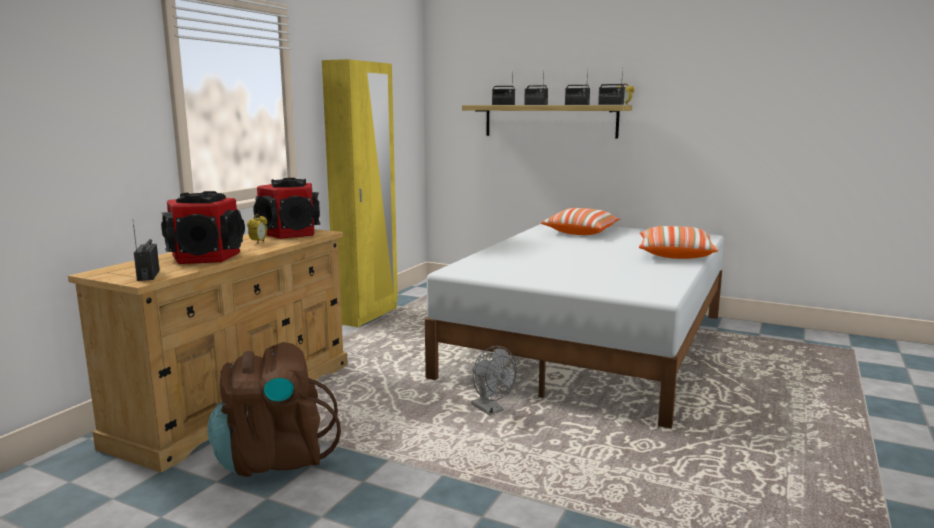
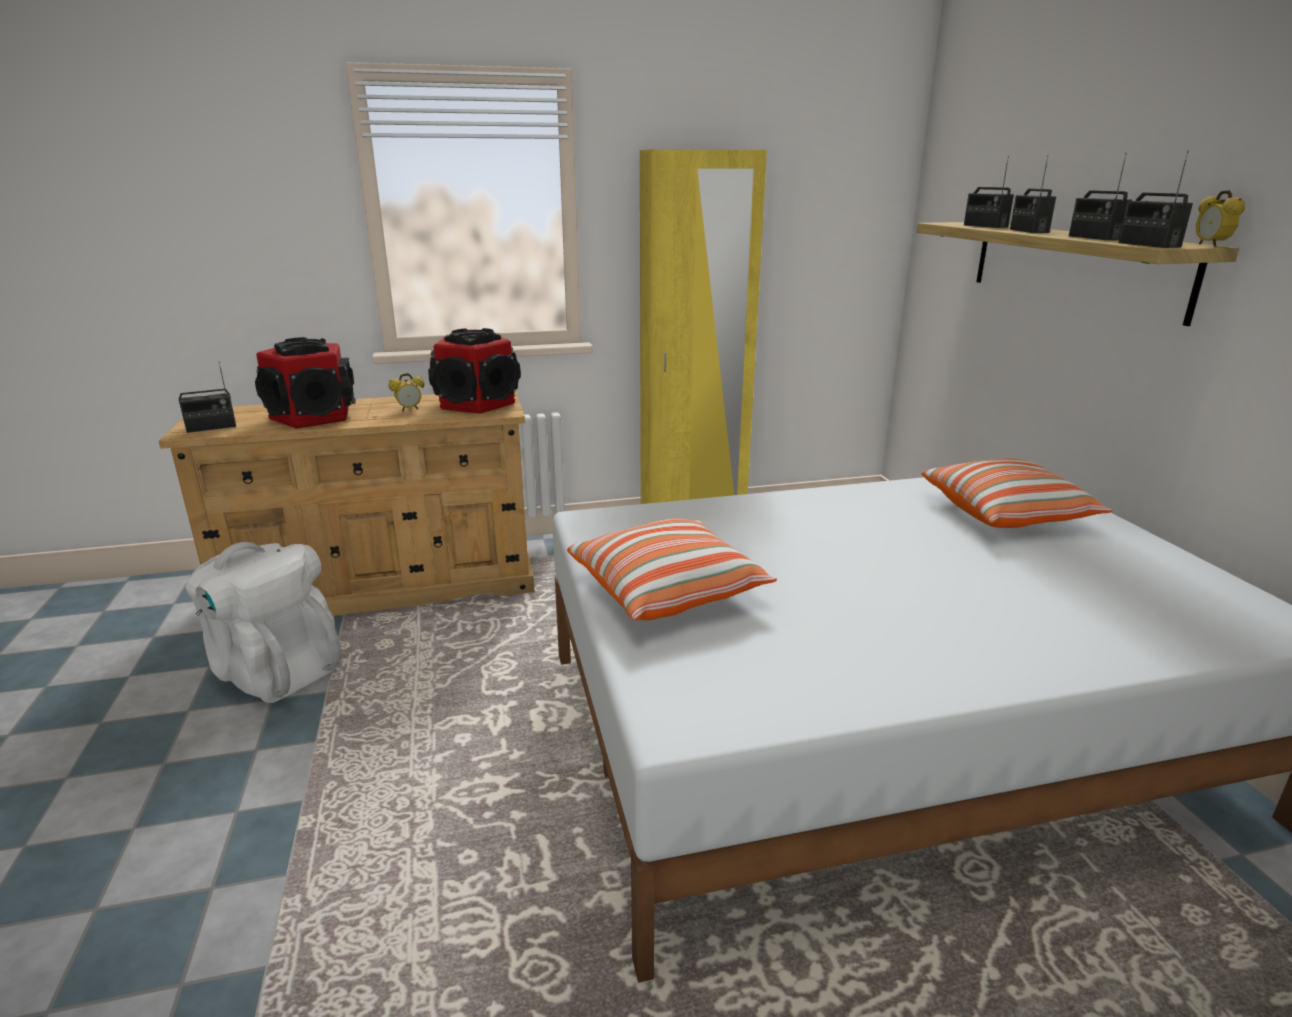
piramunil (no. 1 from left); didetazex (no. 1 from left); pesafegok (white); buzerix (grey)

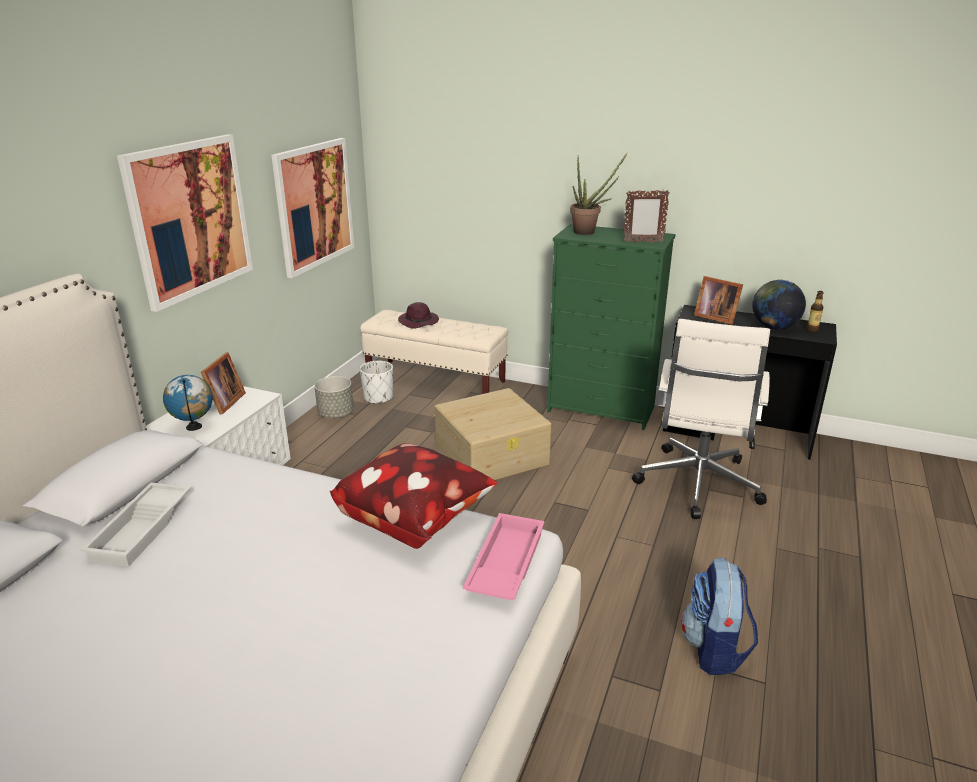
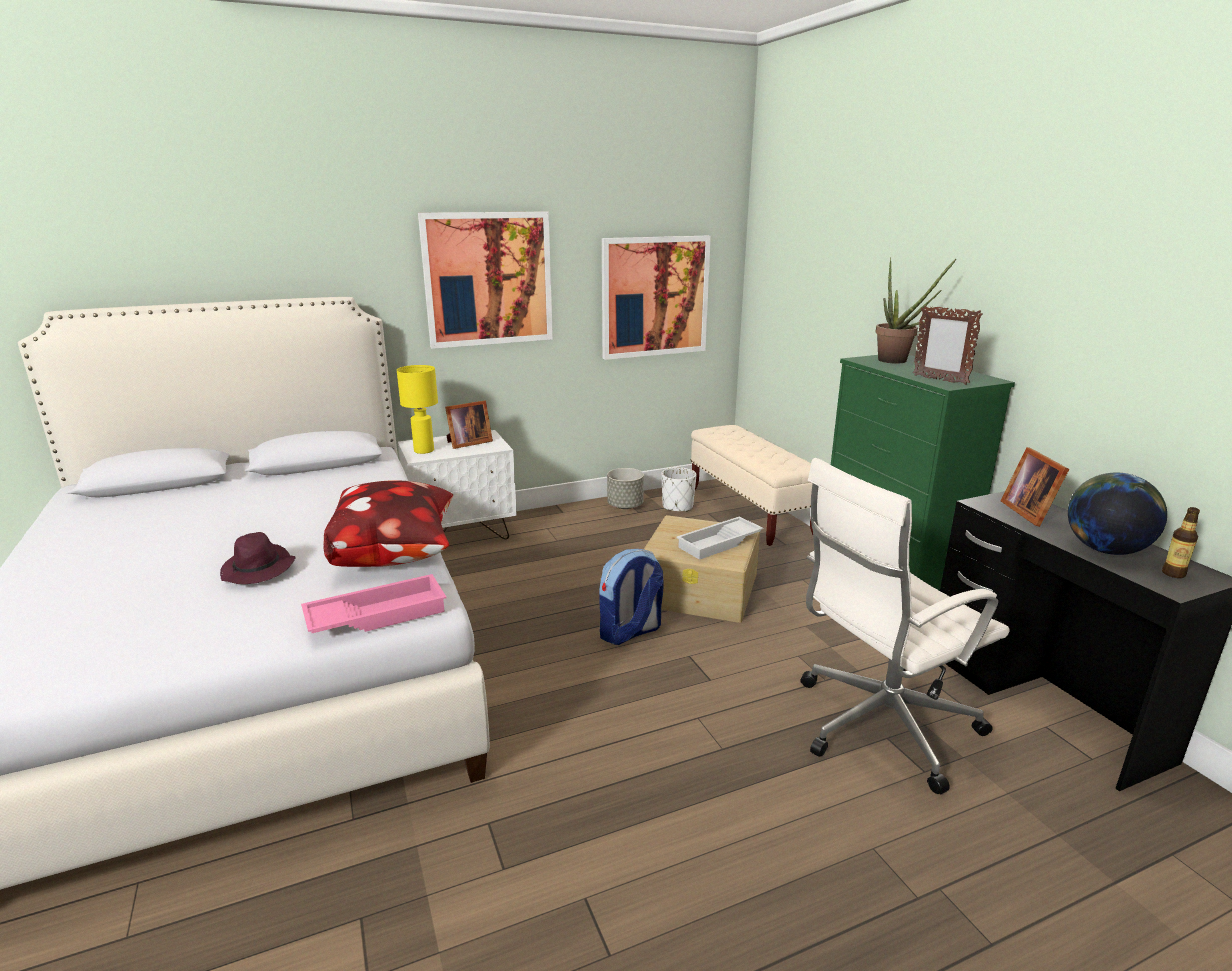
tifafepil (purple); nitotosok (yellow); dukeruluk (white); pesafegok

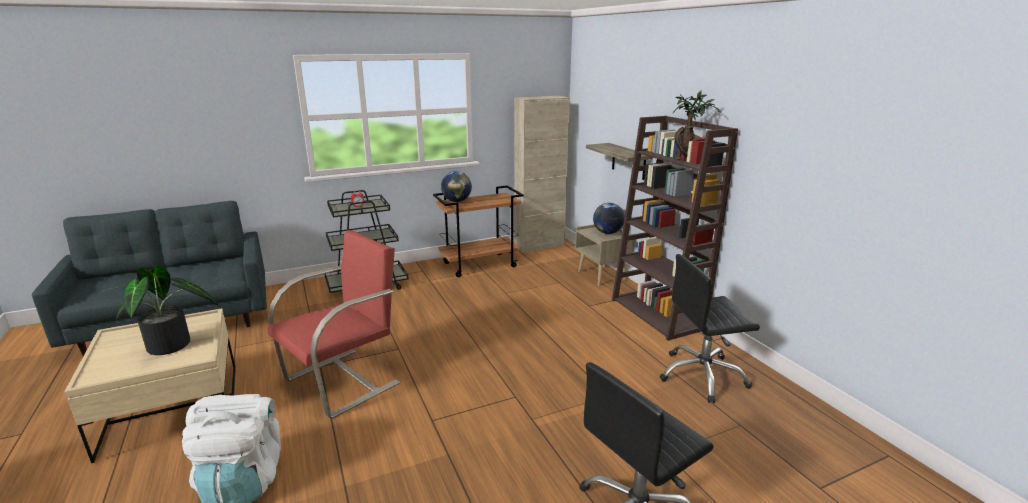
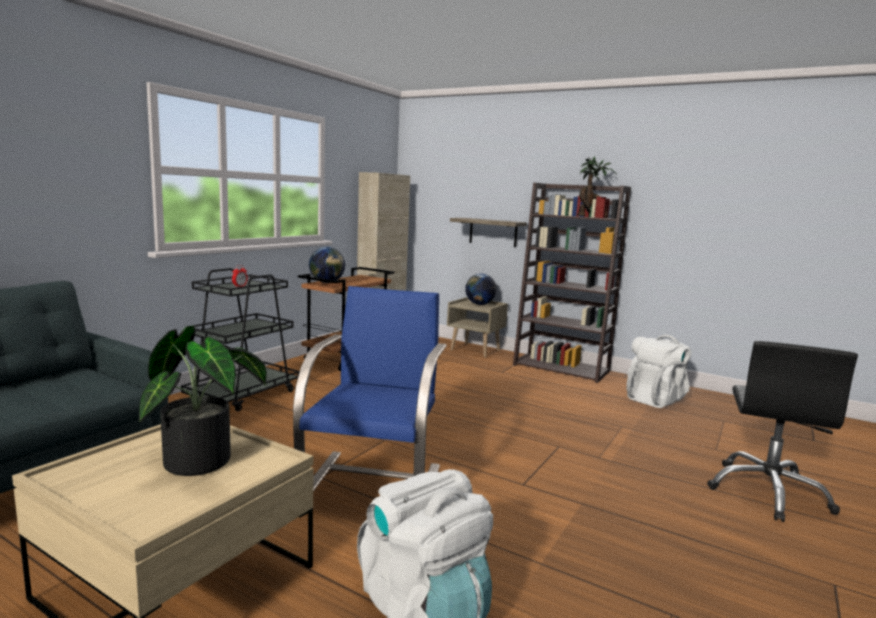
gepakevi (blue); pesafegok (white) (no. 2 from left)

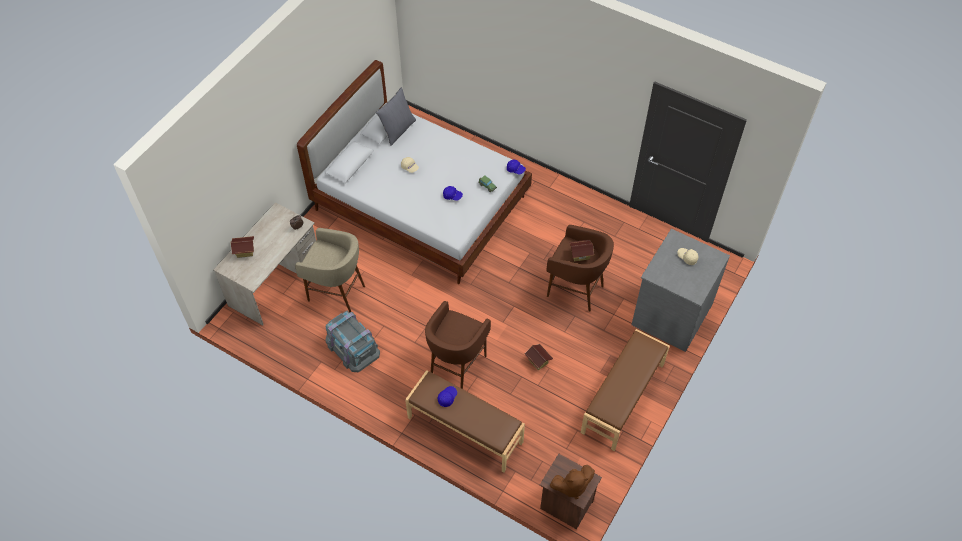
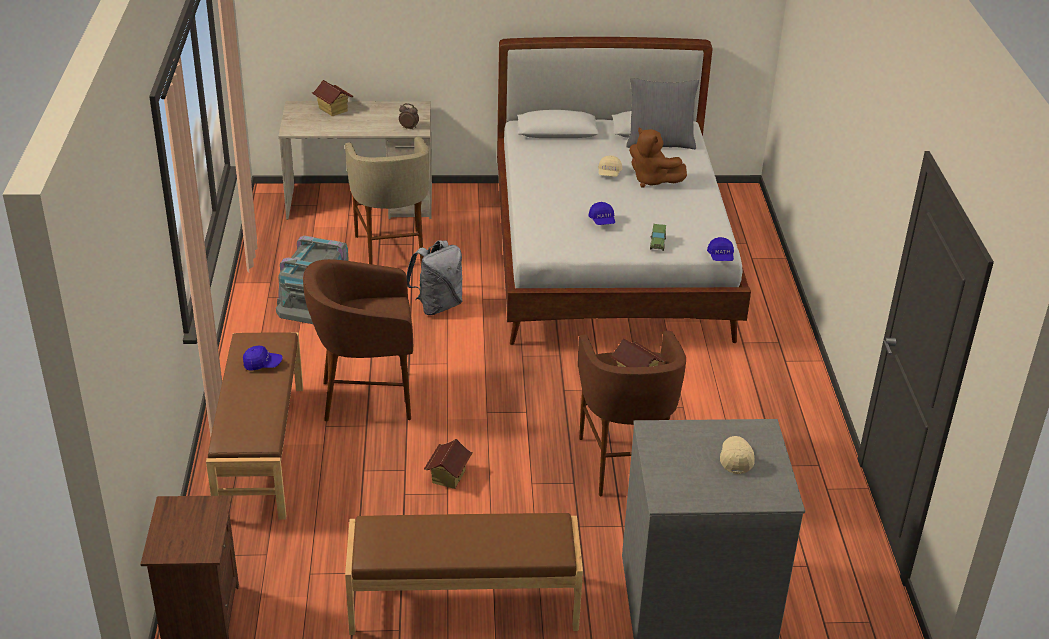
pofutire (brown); pesafegok (grey)

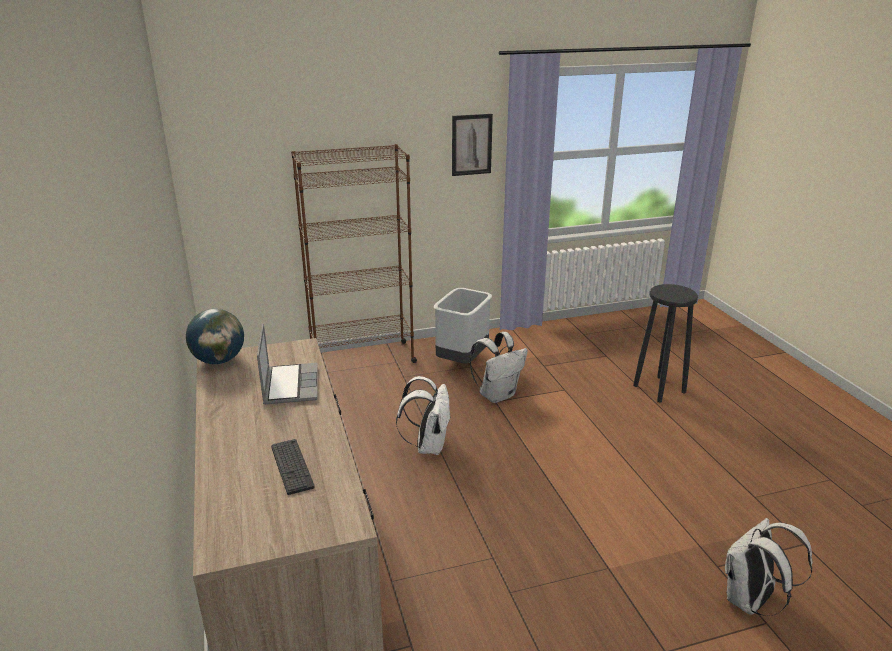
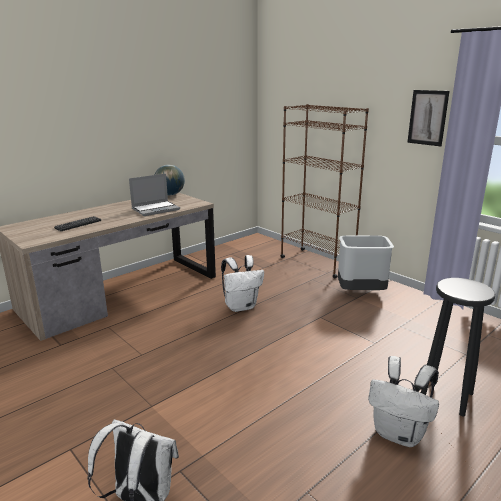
pesafegok (white) (no. 3 from left)

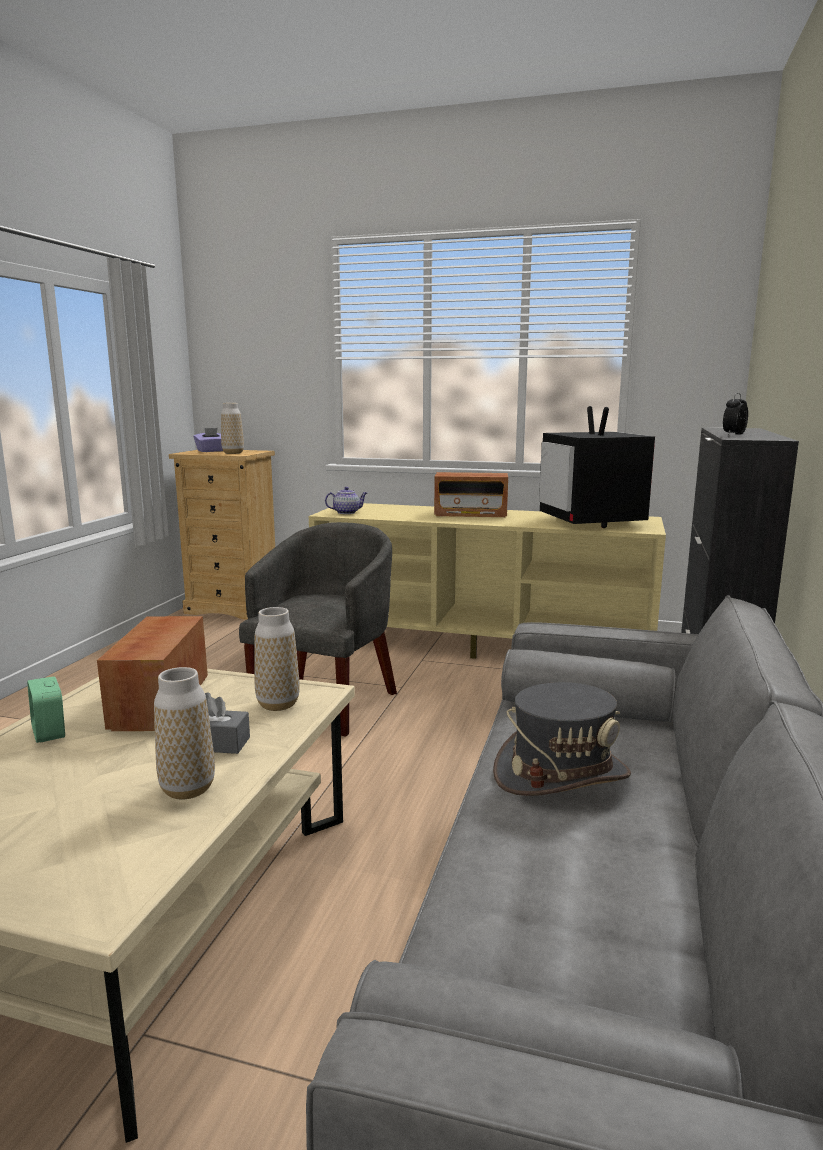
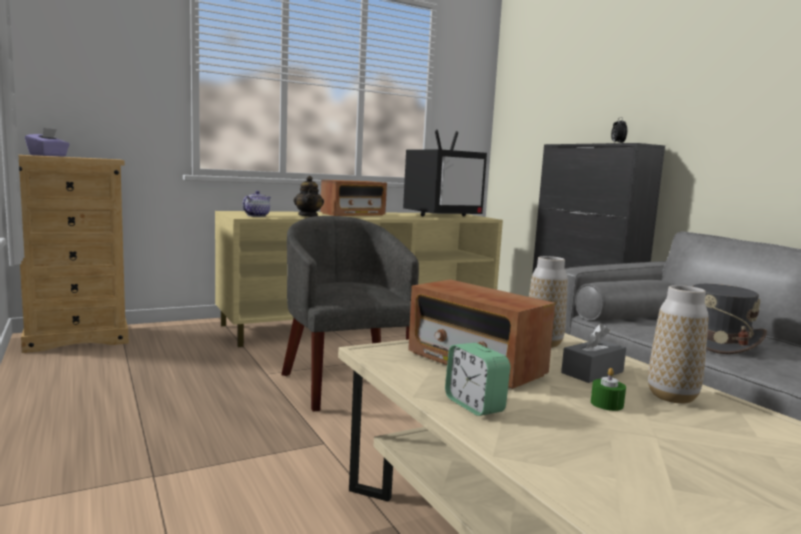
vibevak (no. 2 from left in the first image); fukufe; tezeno (no. 1 from left); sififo (no. 2 from left); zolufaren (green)

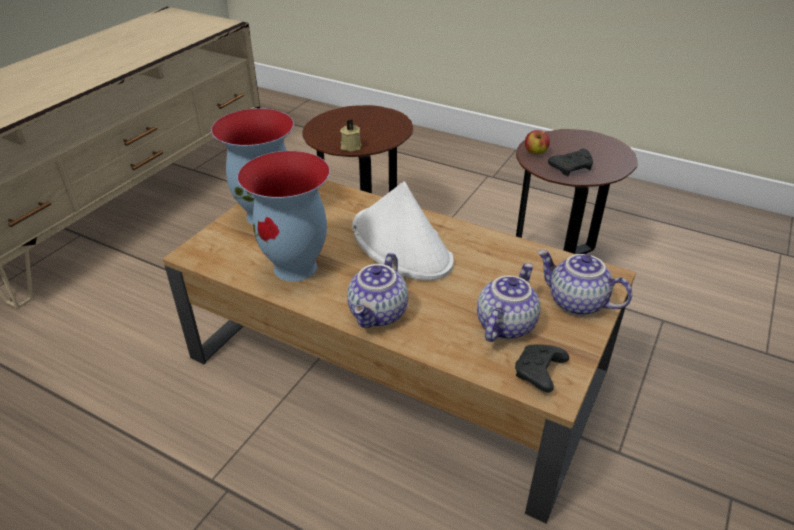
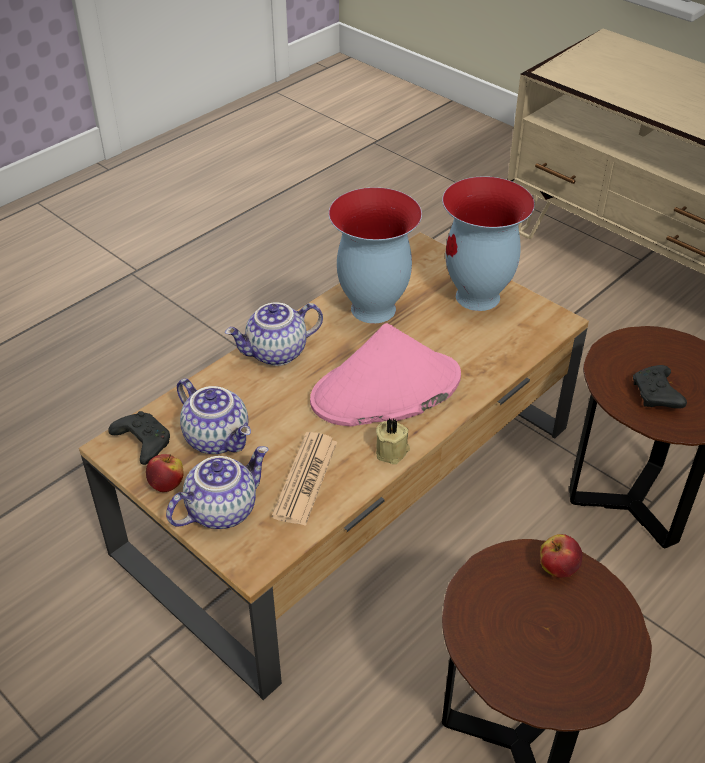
zolufaren (beige); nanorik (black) (no. 2 from left); tifafepil (pink); sififo (no. 3 from left); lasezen; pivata (no. 1 from left)

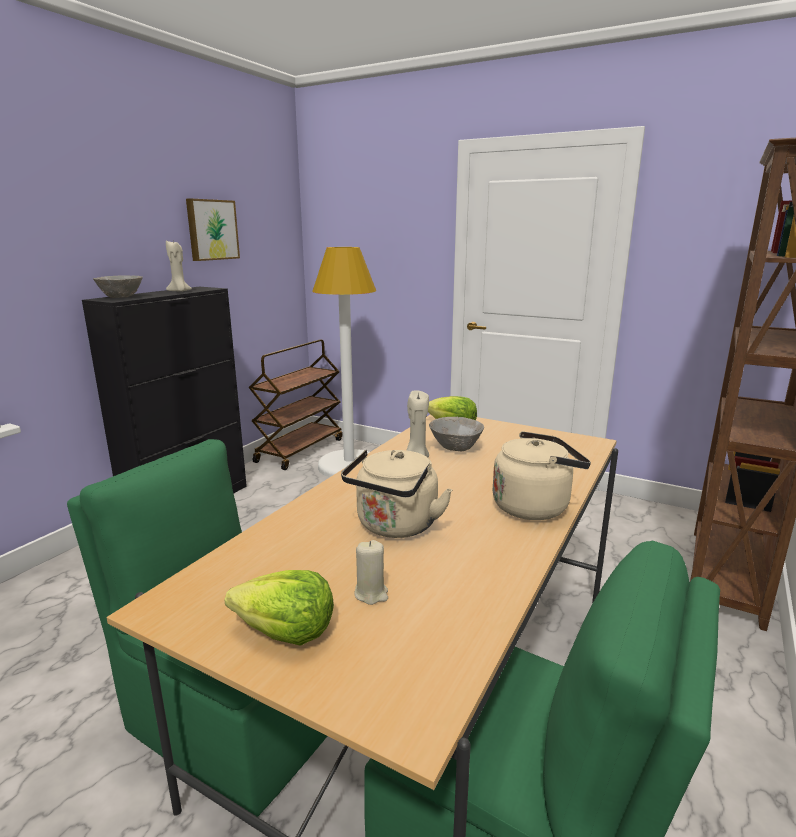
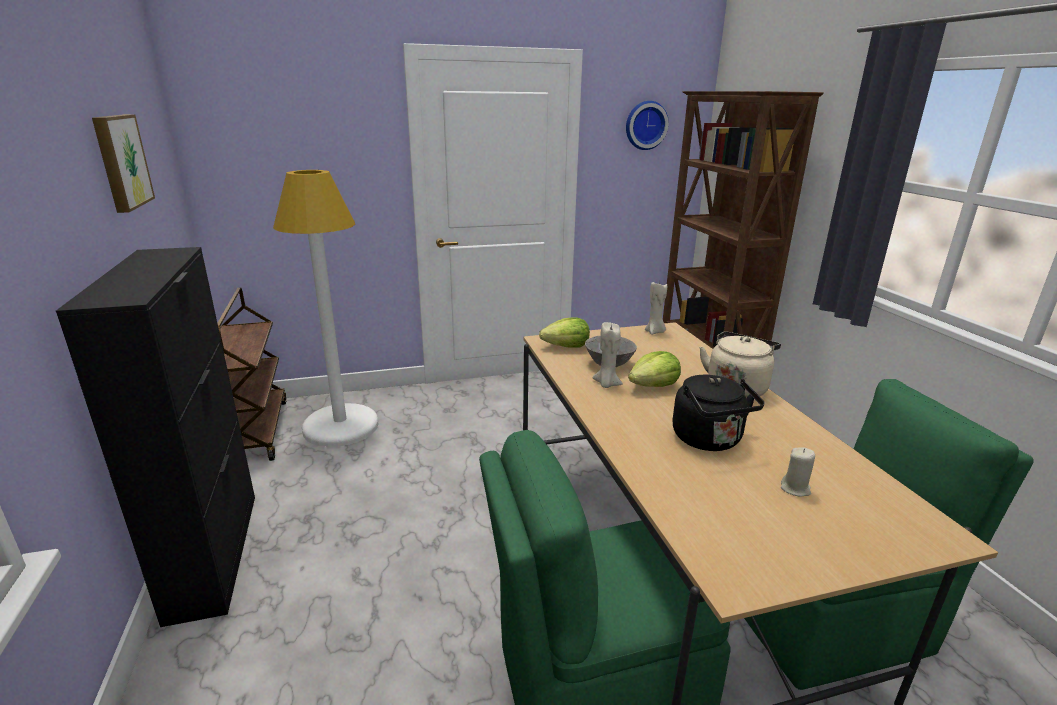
zolufaren (beige) (no. 2 from left); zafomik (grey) (no. 1 from left in the first image); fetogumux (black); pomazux (no. 2 from left); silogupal

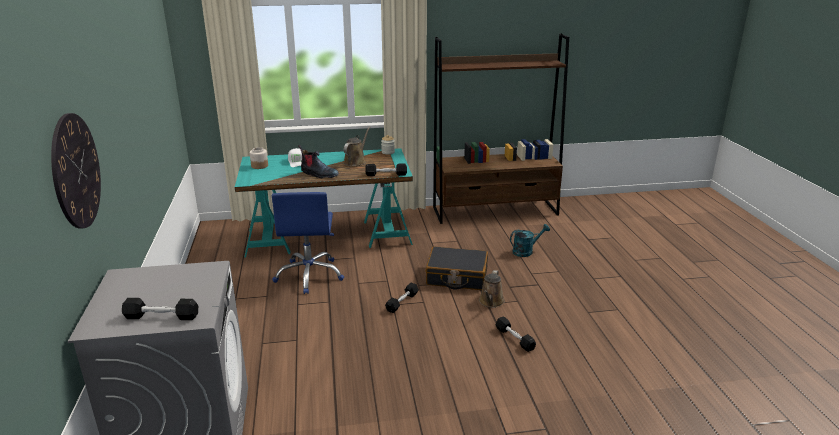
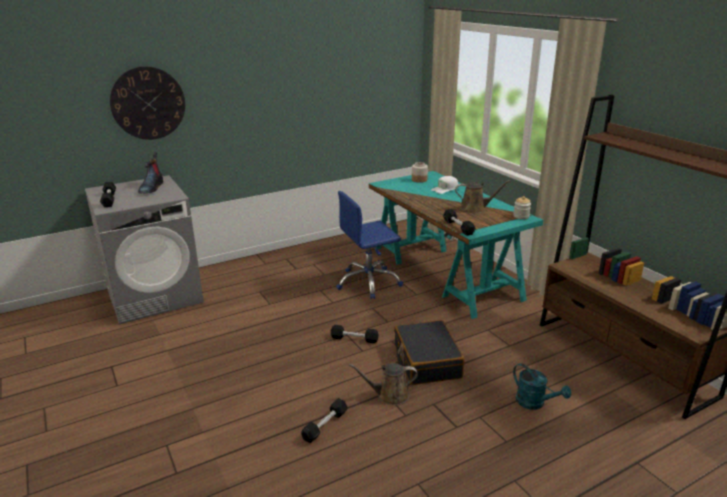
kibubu

